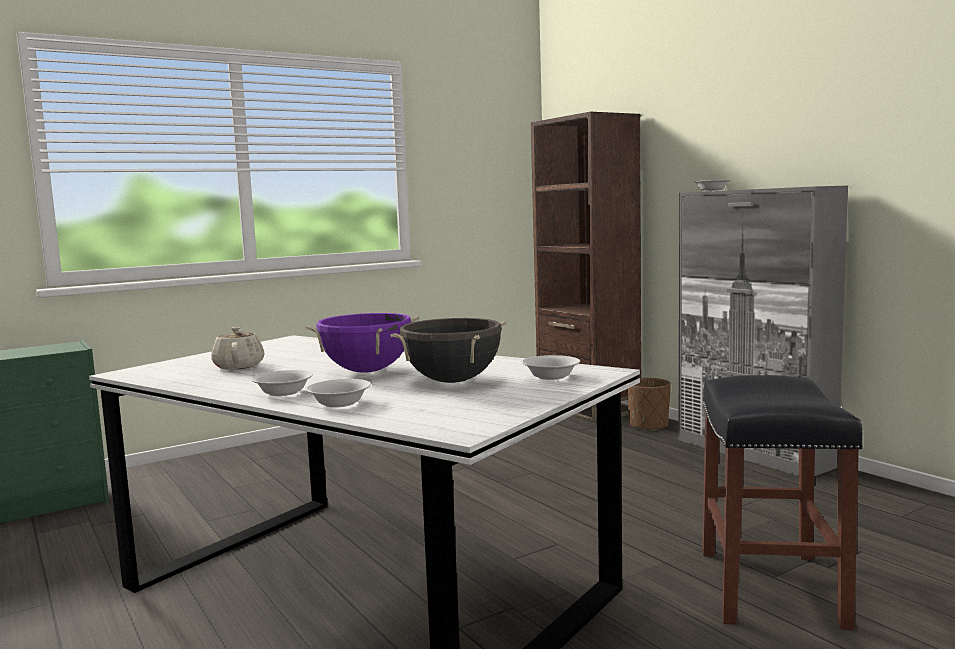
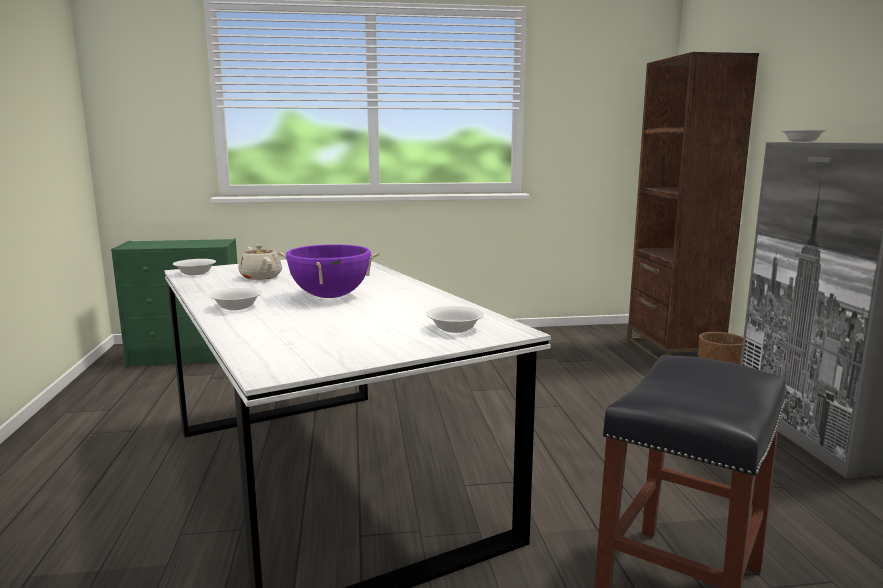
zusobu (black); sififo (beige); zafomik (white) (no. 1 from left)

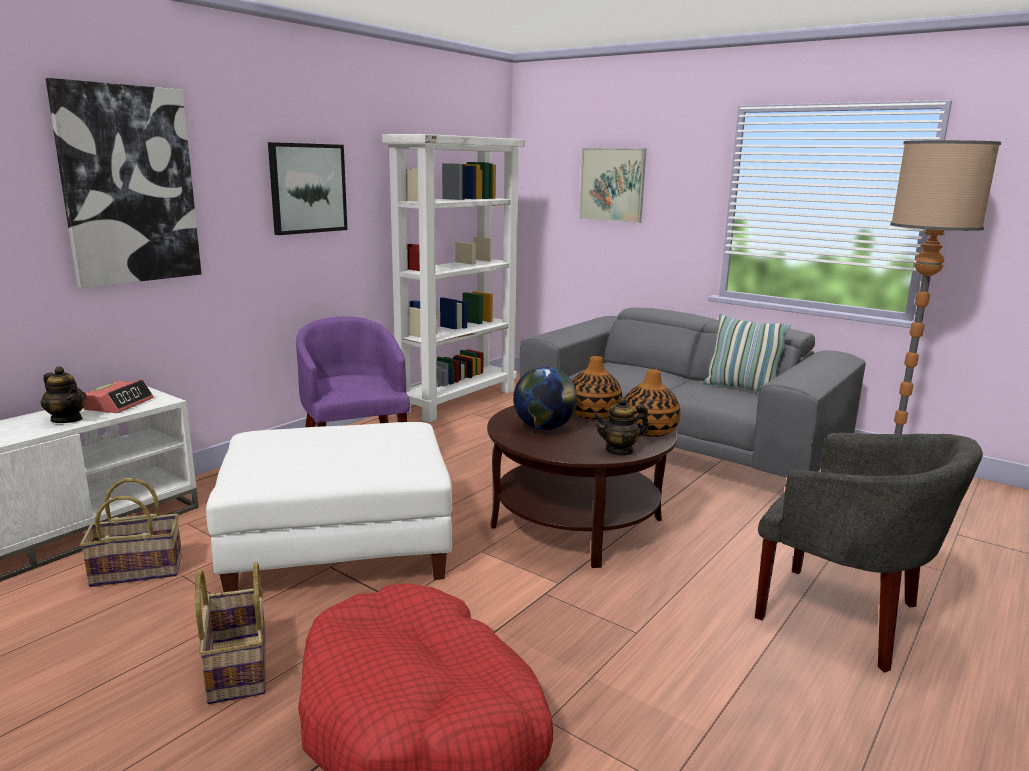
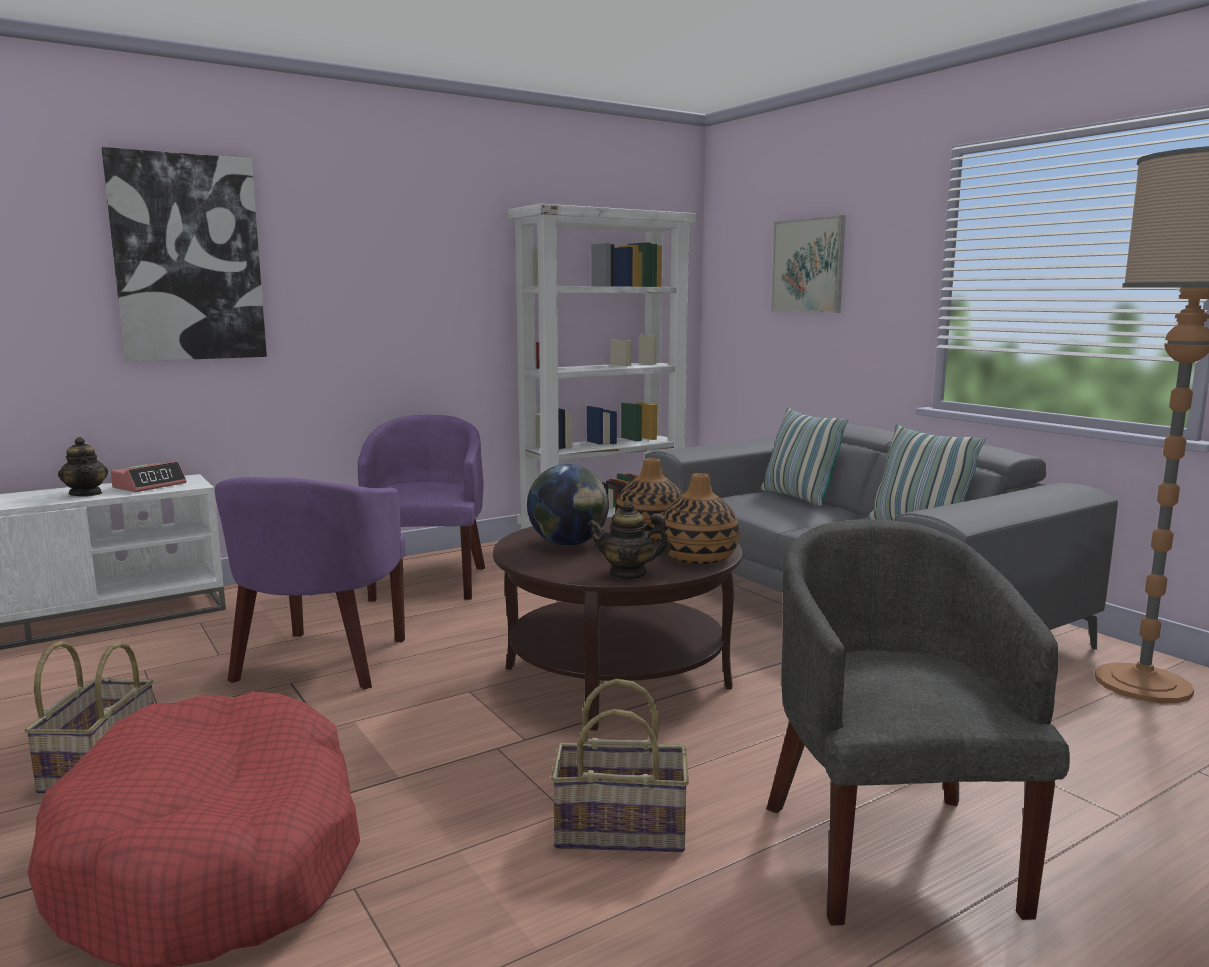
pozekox (no. 2 from left in the first image); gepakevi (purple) (no. 1 from left); gepakevi (grey); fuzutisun (no. 2 from left); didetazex (no. 1 from left)

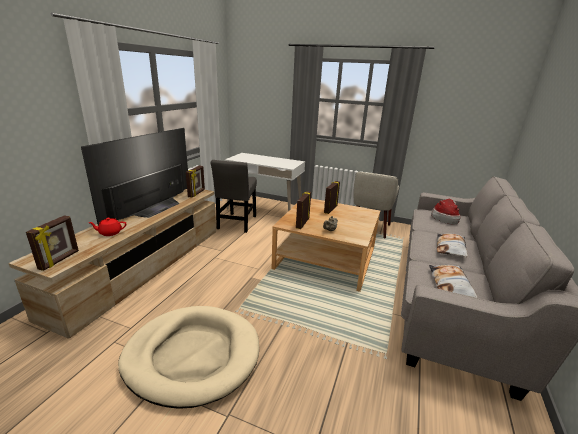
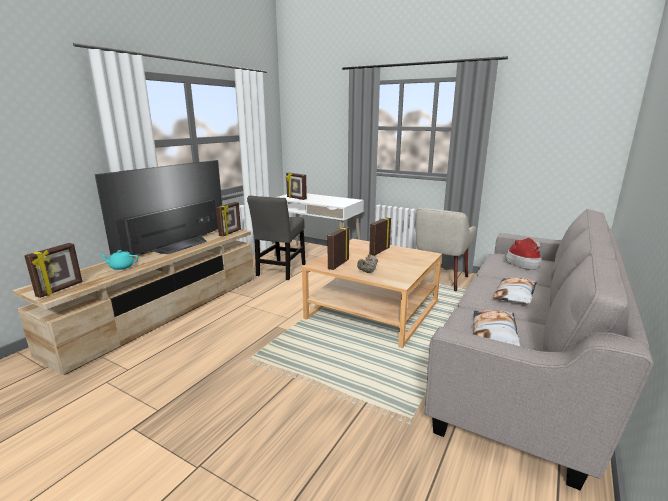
sififo (turquoise); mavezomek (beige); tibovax (no. 3 from left)

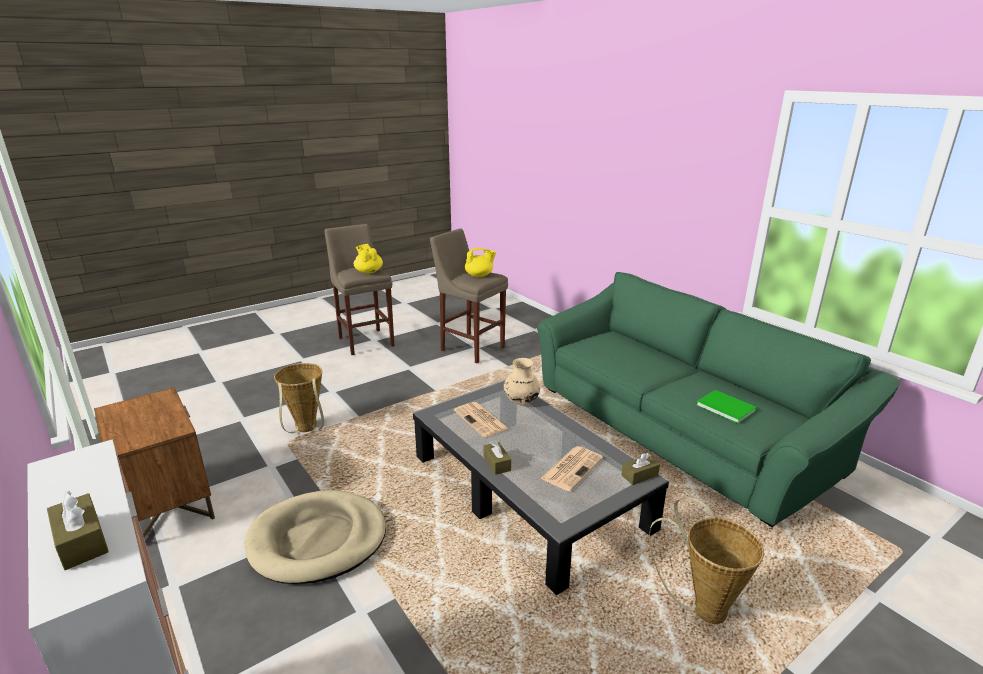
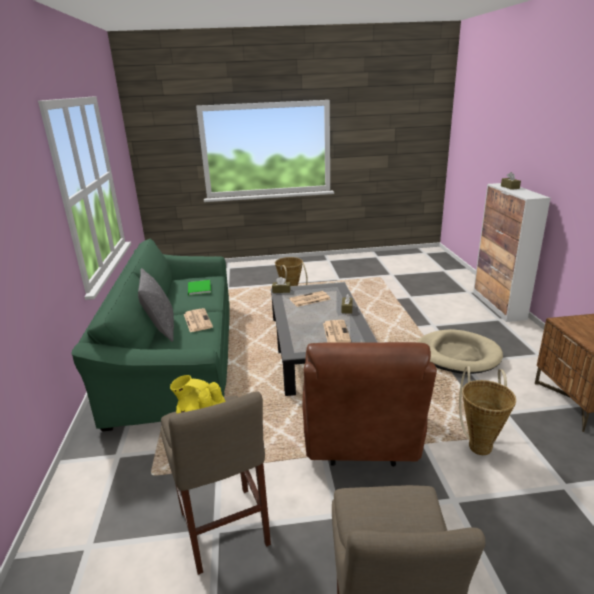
sififo (yellow) (no. 1 from left in the first image); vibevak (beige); didetazex (grey); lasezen (no. 1 from left); gepakevi (brown)

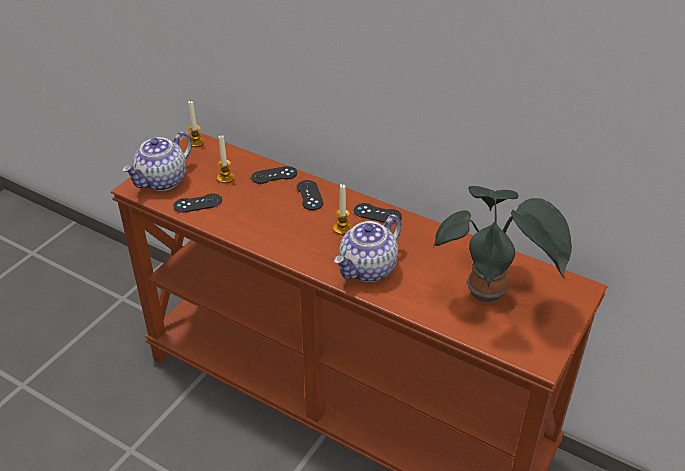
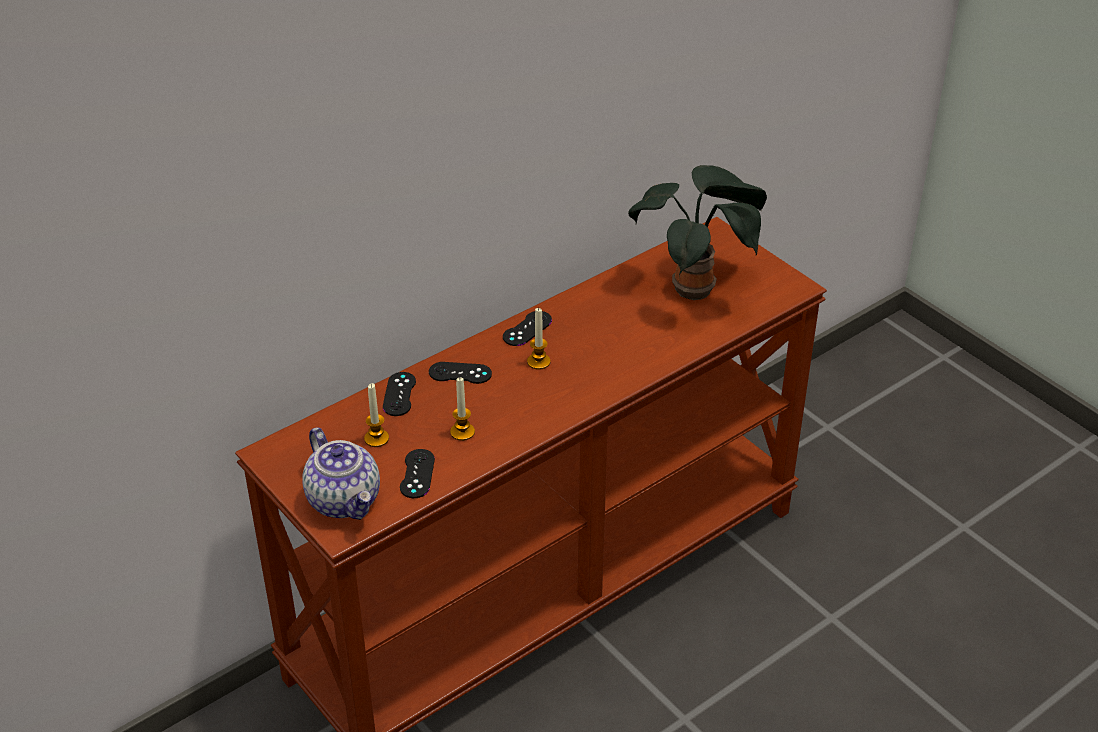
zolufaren (no. 2 from left); sififo (no. 2 from left in the first image)

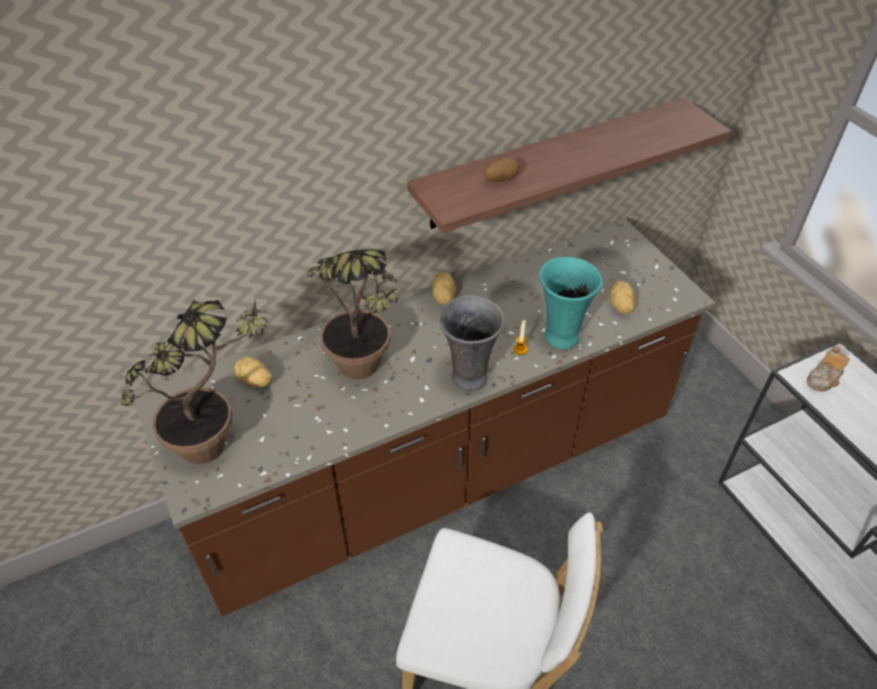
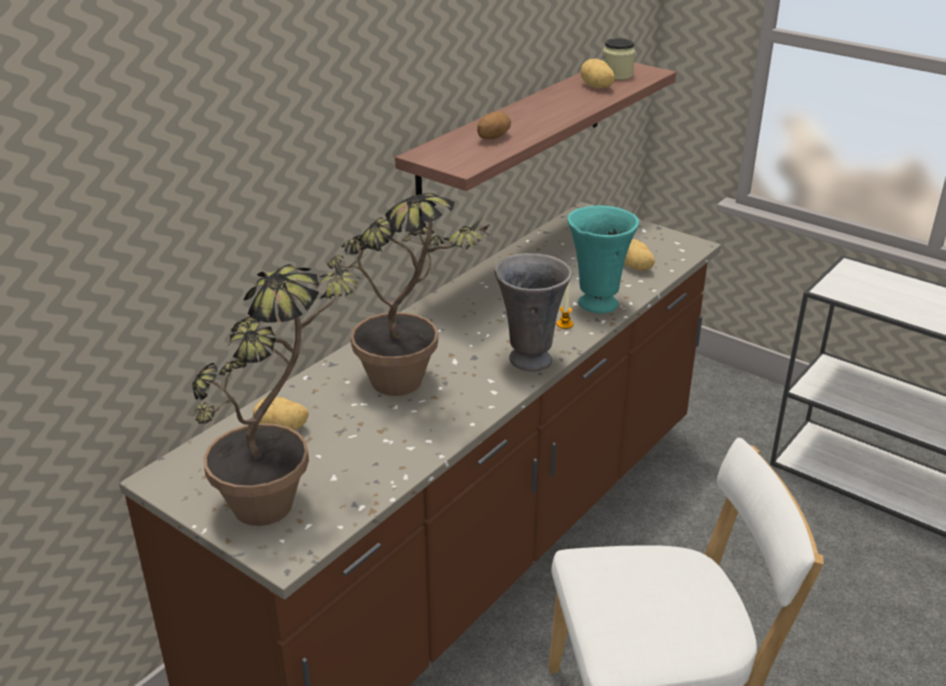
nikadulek (no. 3 from left); sififo; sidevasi

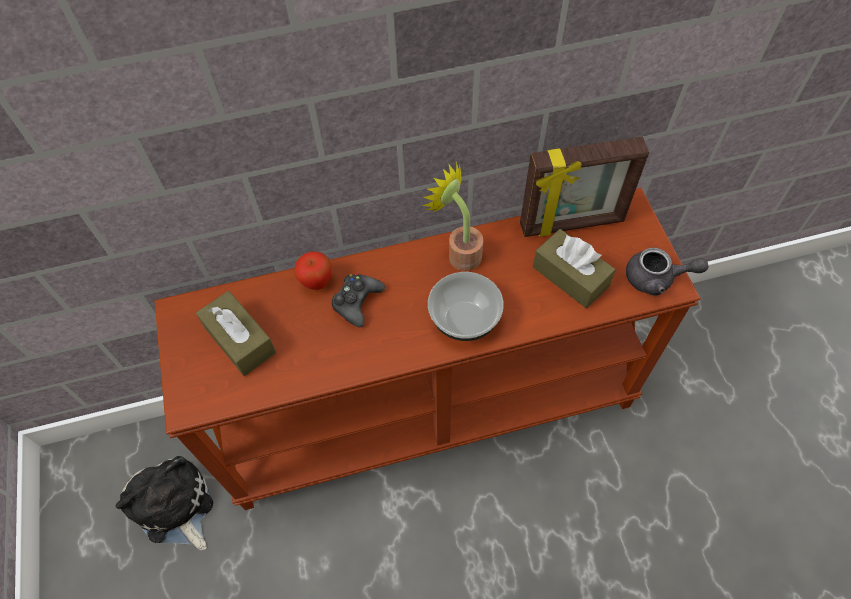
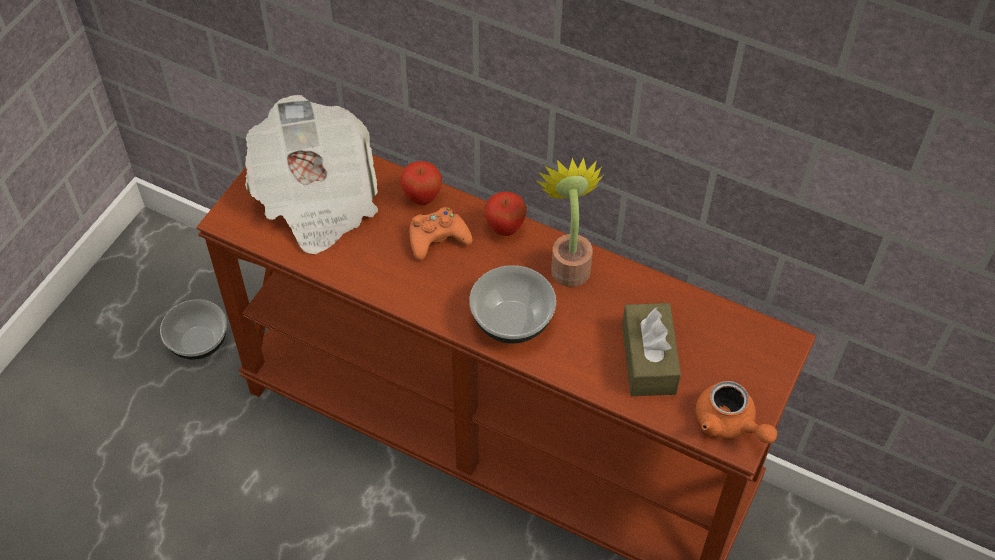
tibovax; sififo (orange); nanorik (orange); lasezen; zafomik (no. 1 from left); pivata (no. 2 from left)

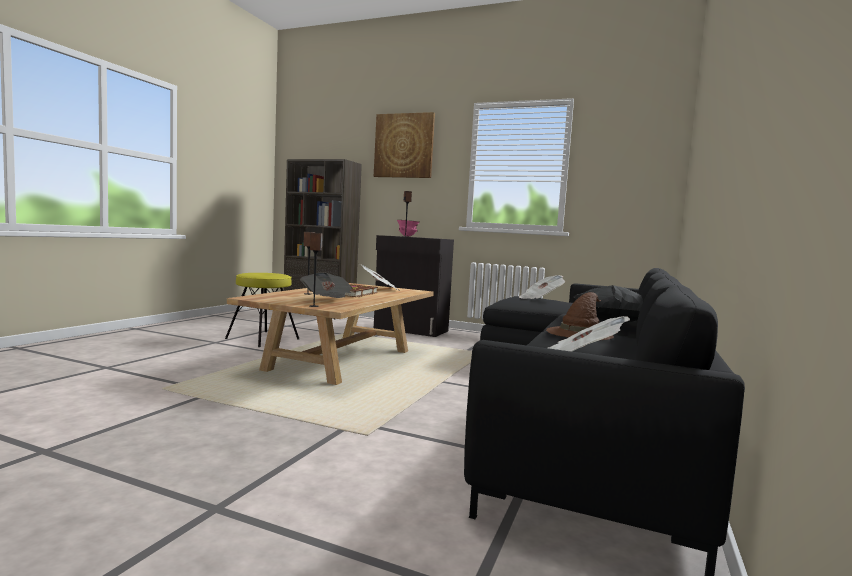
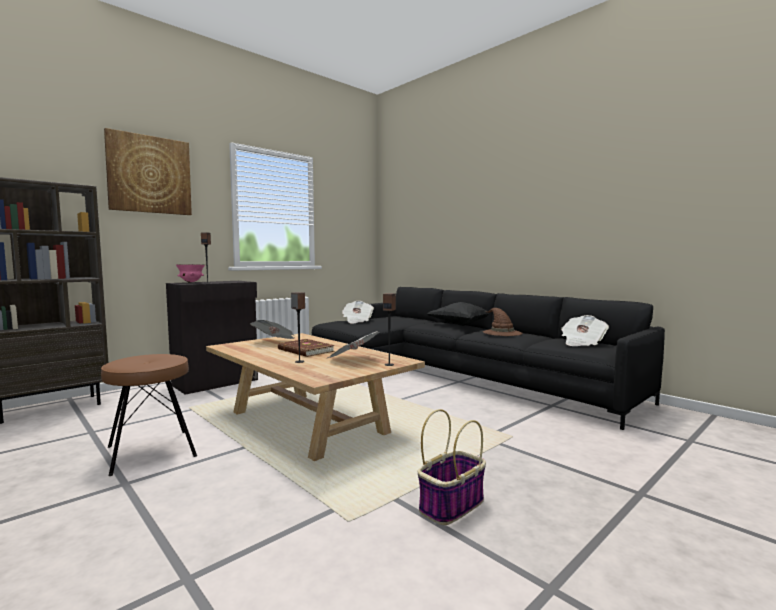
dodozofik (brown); fuzutisun

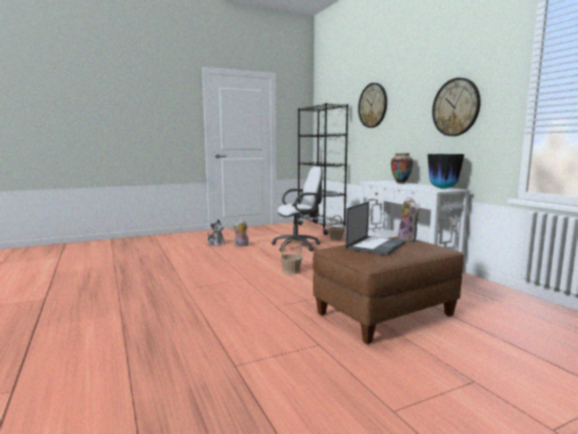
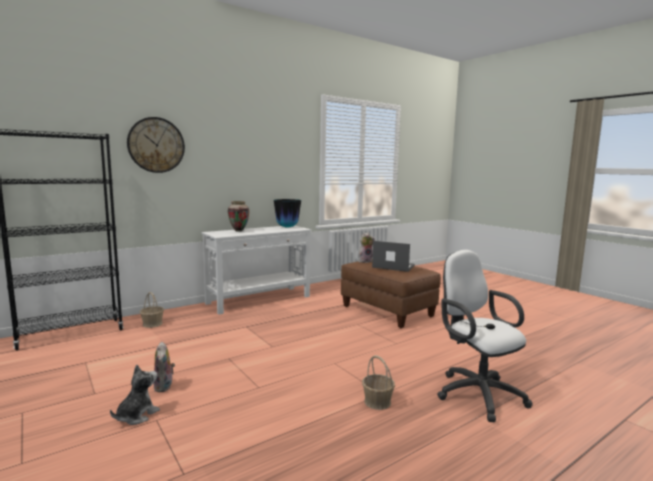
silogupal (no. 2 from left in the first image); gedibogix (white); fuzutisun (no. 2 from left)

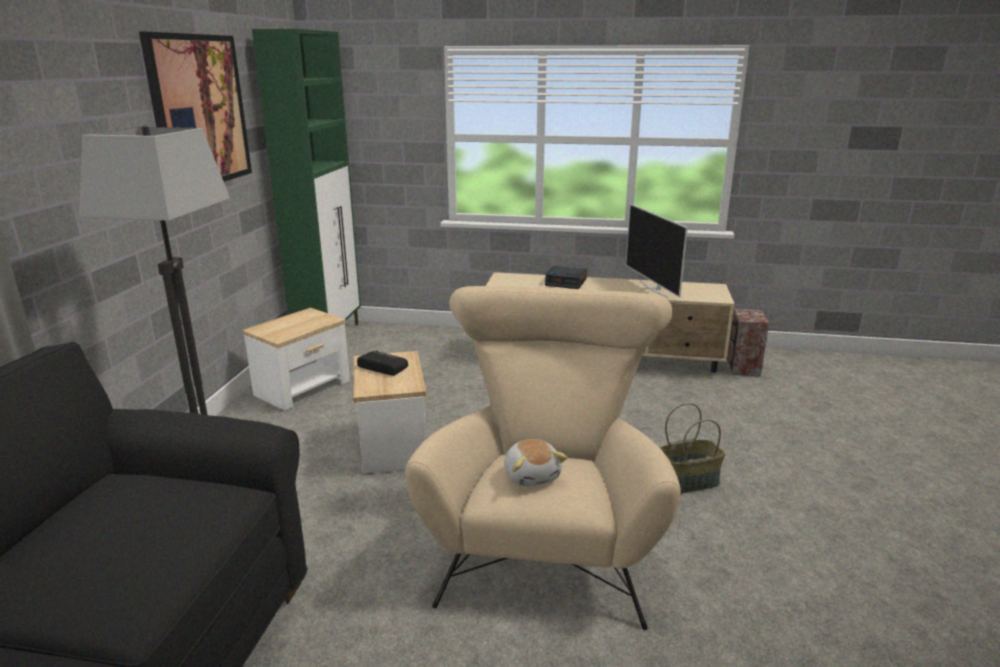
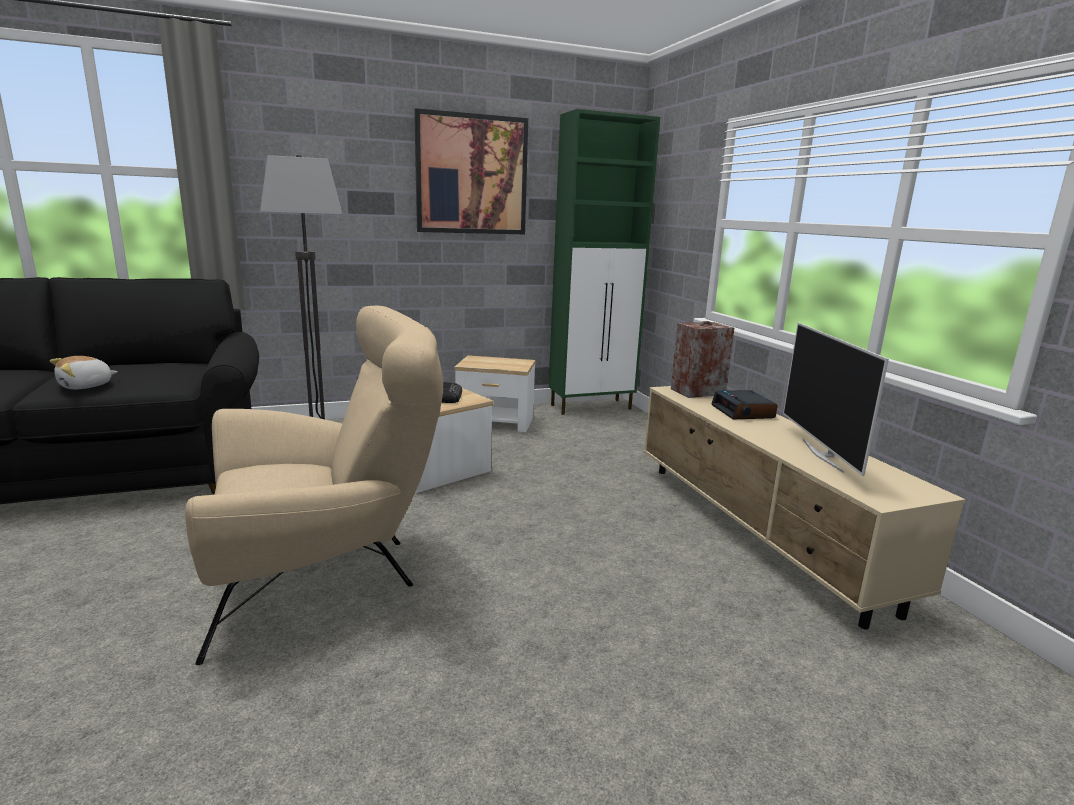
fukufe; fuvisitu; fuzutisun; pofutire

